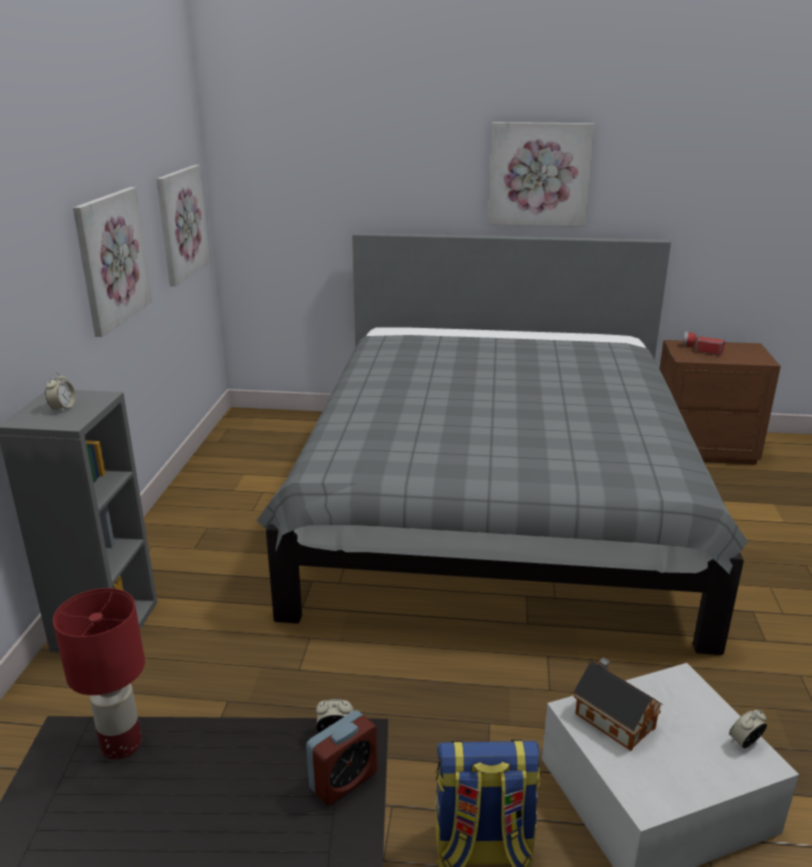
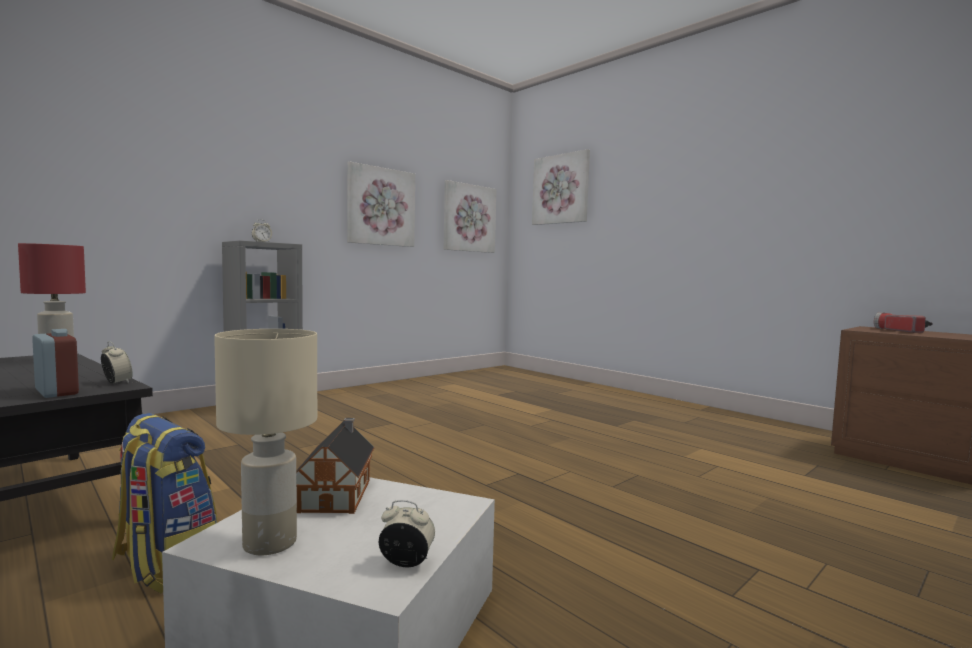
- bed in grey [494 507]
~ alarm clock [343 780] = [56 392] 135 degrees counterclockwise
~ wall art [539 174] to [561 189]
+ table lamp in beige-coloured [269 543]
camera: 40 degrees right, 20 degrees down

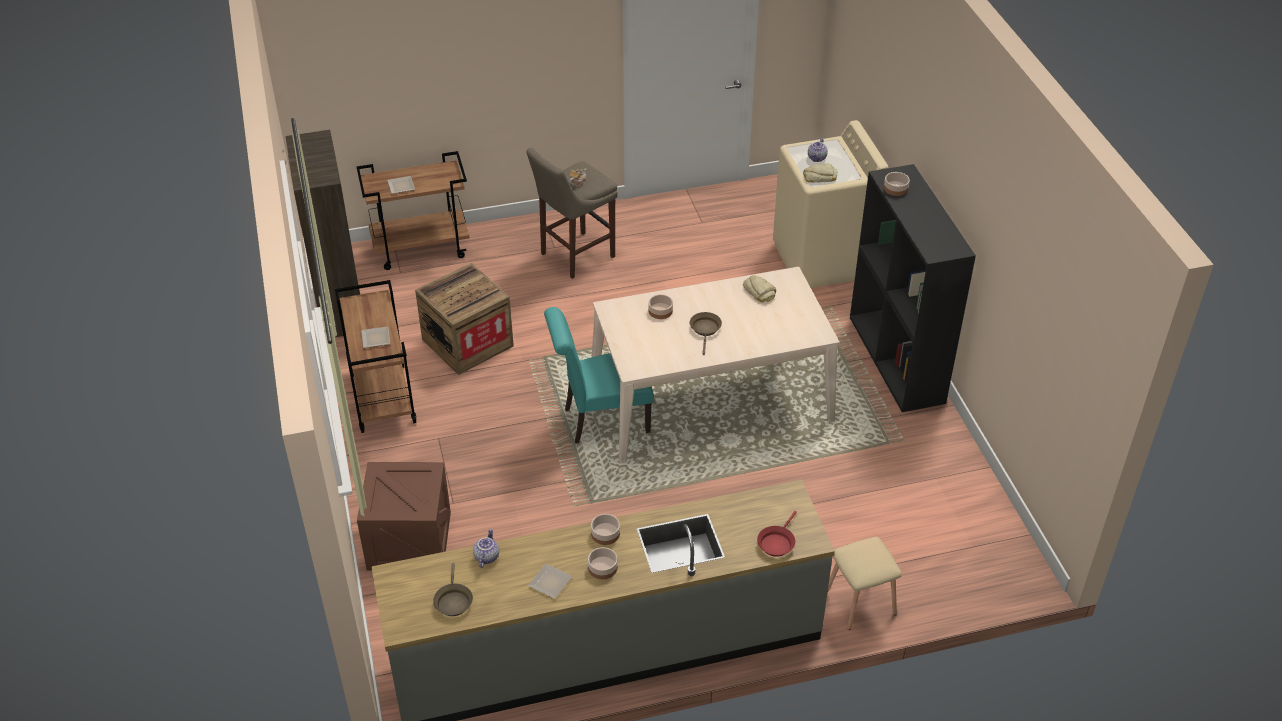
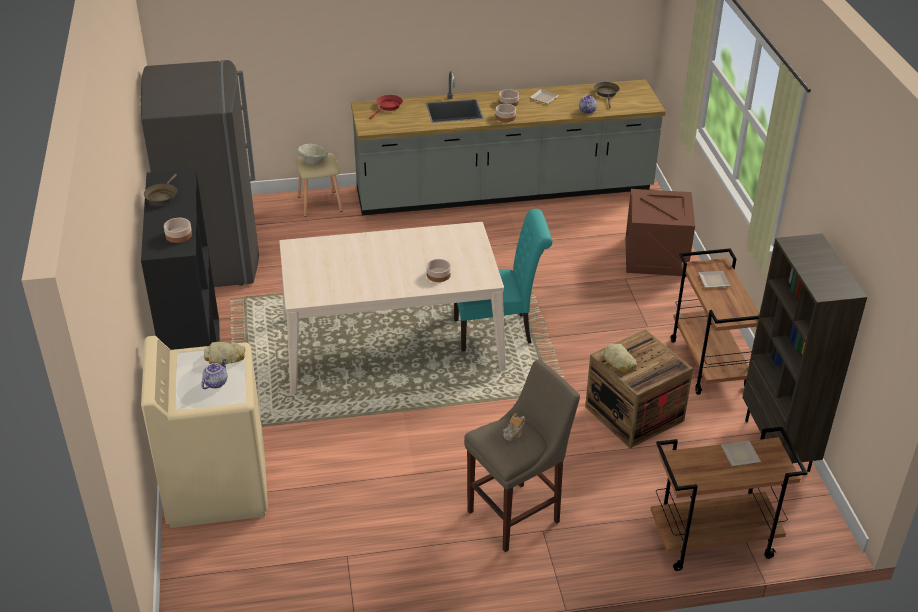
~ pan in brownish [705 330] to [162 196]
~ bread [759 292] to [619 361]
+ kitchen fridge in grey [214 258]
+ serving bowl in beige-coloured [313 162]
camera: 175 degrees left, 5 degrees down

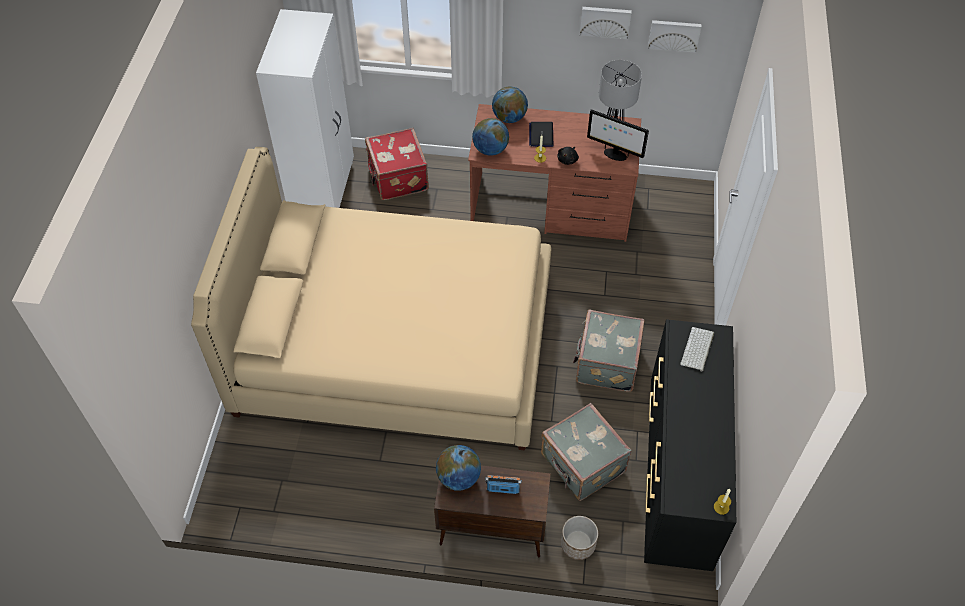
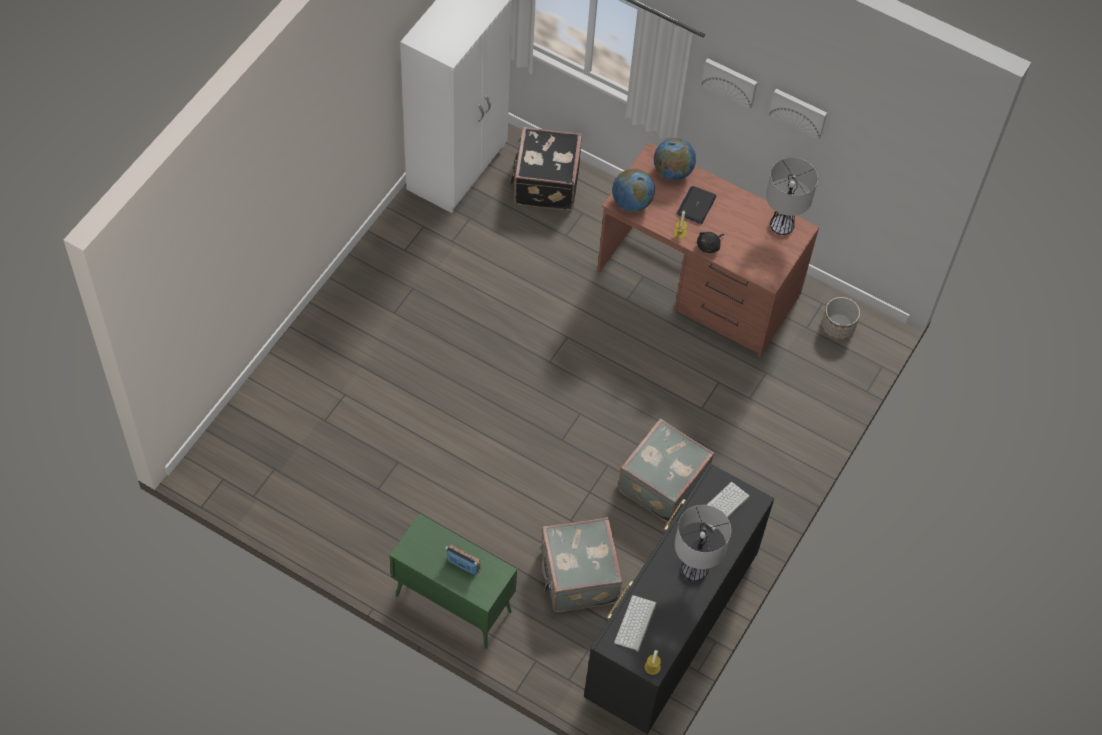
- bed in beige-coloured [396 346]
~ travel case in red-coloured [397 178] to travel case in blackish [545 183]
~ cupboard in brownish [491 530] to cupboard in green-coloured [452 603]
- world globe [458 477]
~ planter [578 544] to [838 327]
- computer display [614 154]
~ wall art [674 35] to [730 81]
+ PC keyboard [636 624]
+ table lamp [694 570]
camera: 20 degrees right, 5 degrees up

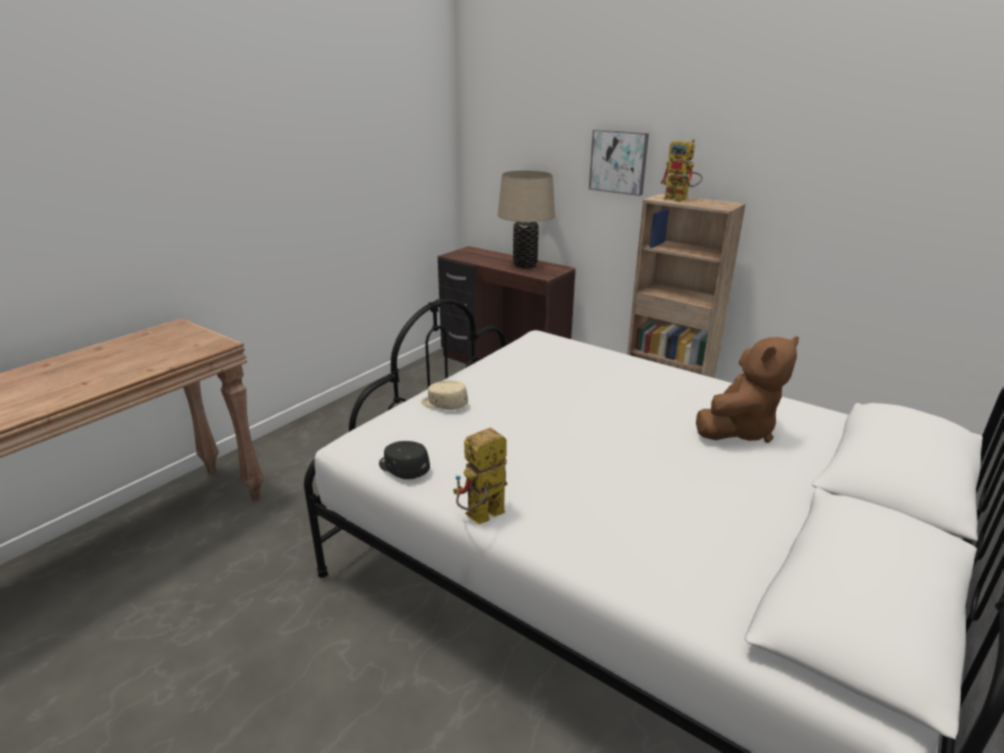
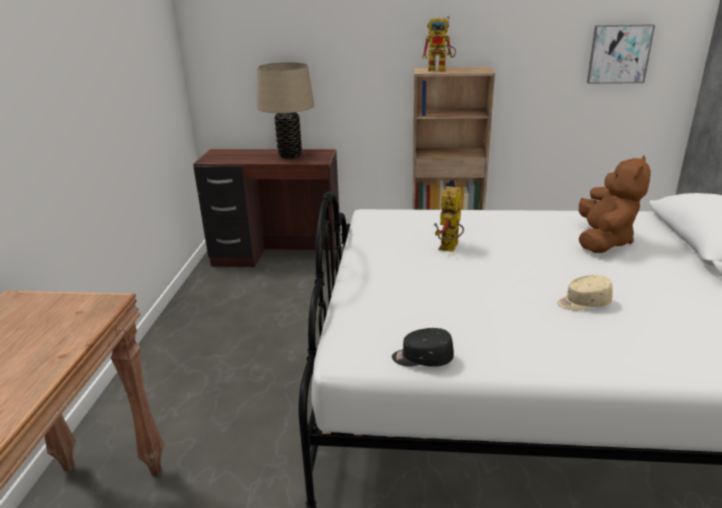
~ peaked cap in beige-coloured [444 404] to [583 303]
~ model robot [480 518] to [449 249]
~ wall art [619 162] to [619 54]
camera: 30 degrees left, 0 degrees up

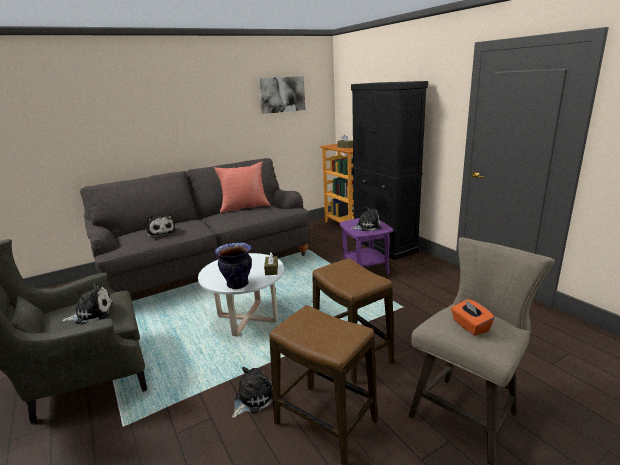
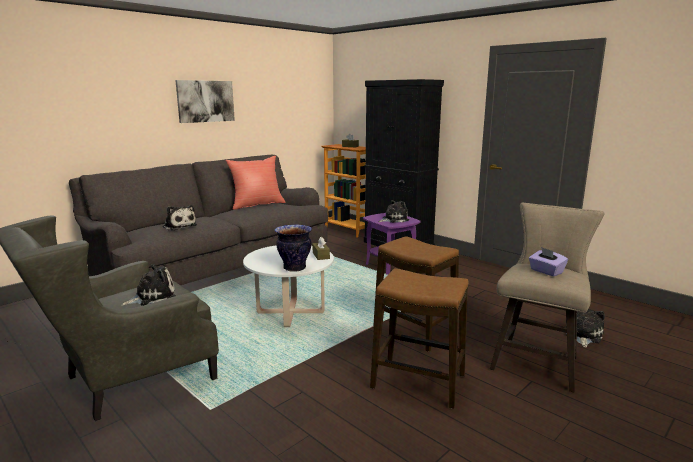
~ cuddly toy [252 399] to [582 335]
~ wall art [282 94] to [205 101]
~ tissue box in orange-coloured [470 326] to tissue box in purple [546 271]
camera: 15 degrees left, 5 degrees down

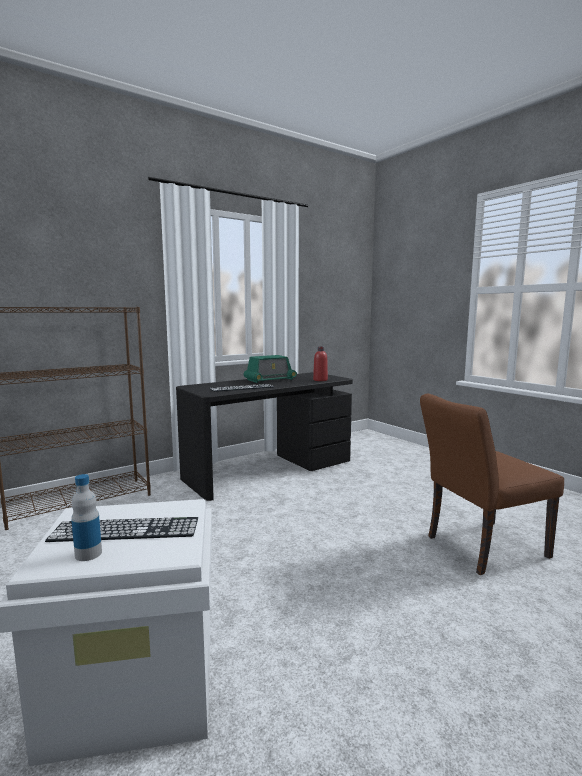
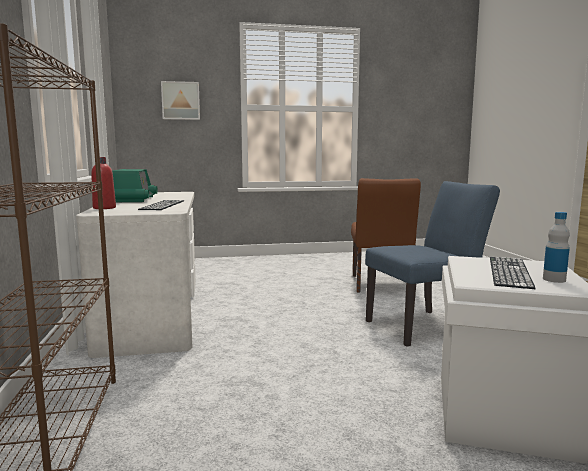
~ desk unit in blackish [269 469] to desk unit in whitish [153 311]
~ drink bottle in red-coloured [320 380] to [104 208]
+ wall art [180 101]
+ chair in blue [426 326]
camera: 65 degrees left, 0 degrees up

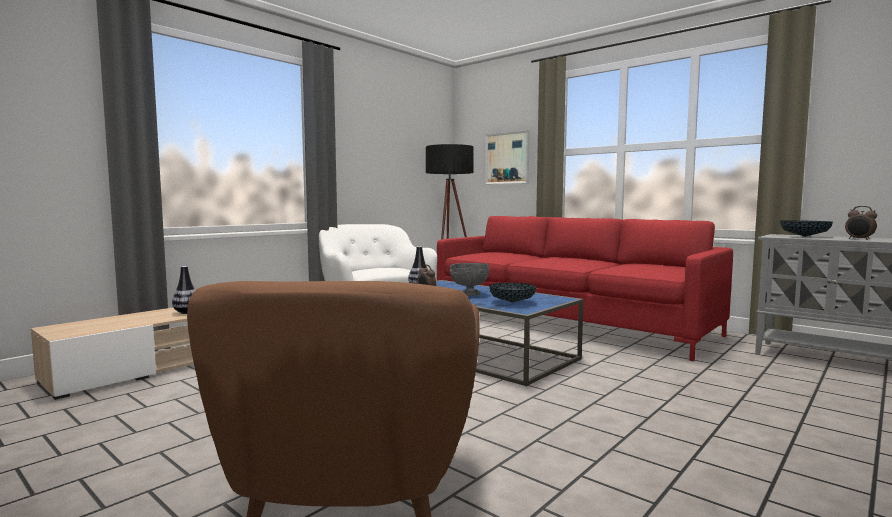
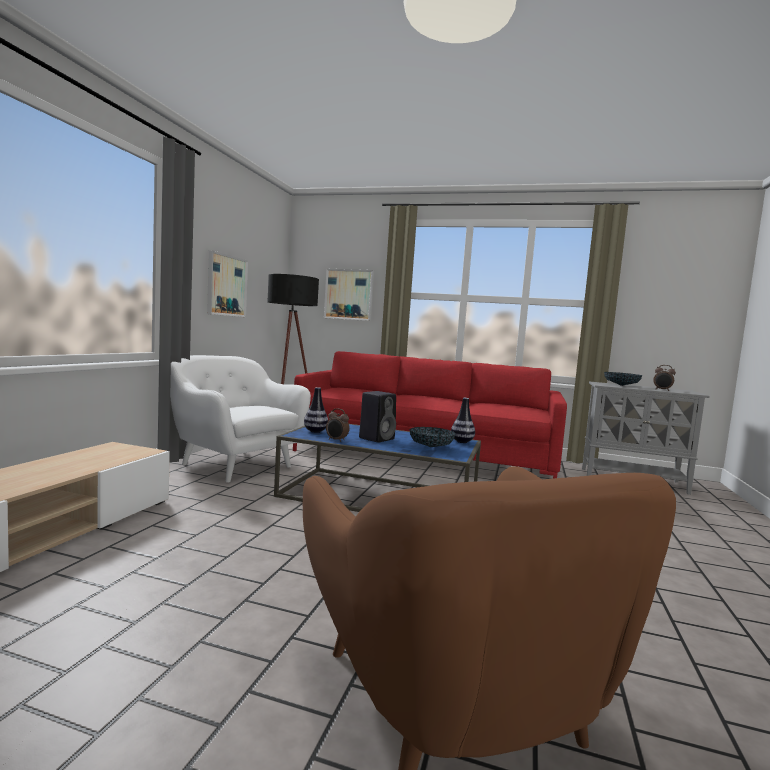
~ flower vase [186 312] to [462 442]
~ serving bowl in grey [469 294] to speaker in blackish [377 438]
+ wall art [226 285]
camera: 25 degrees left, 0 degrees up

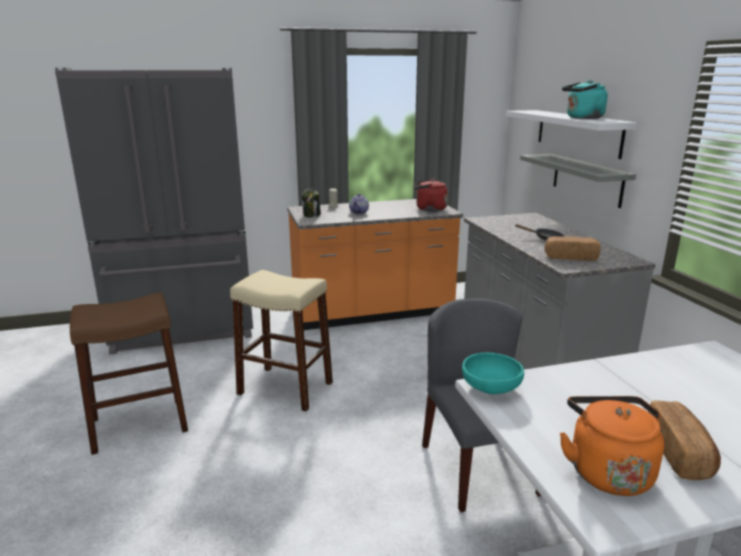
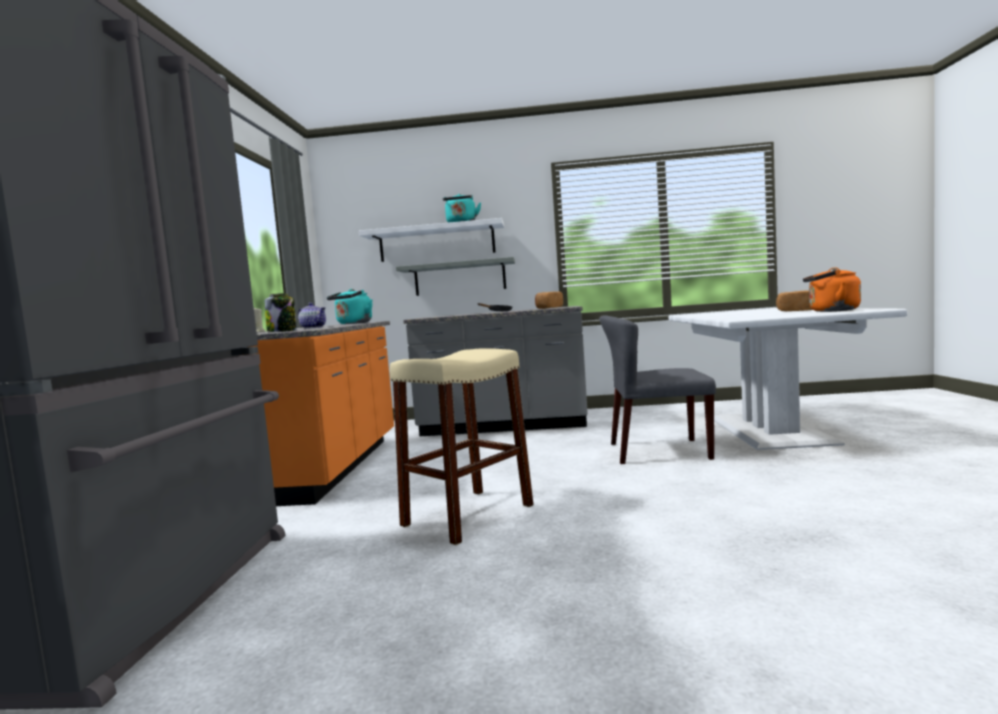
- stool seat in brownish [139 425]
~ tea kettle in red-coloured [429 209] to tea kettle in blue-green [353 323]
- serving bowl in blue-green [491 388]
camera: 70 degrees left, 15 degrees down

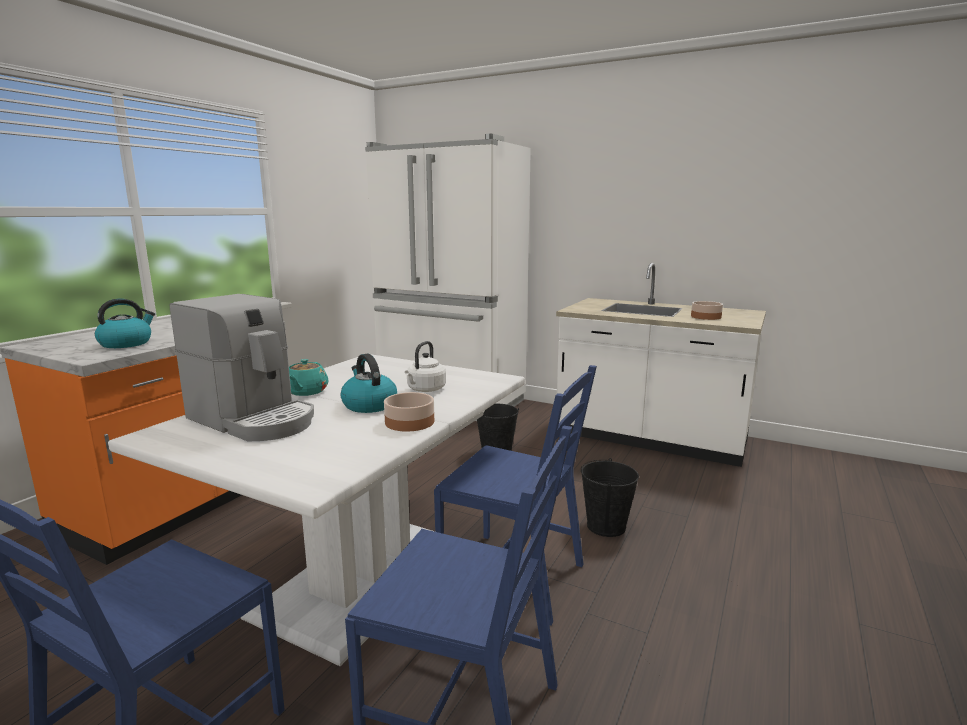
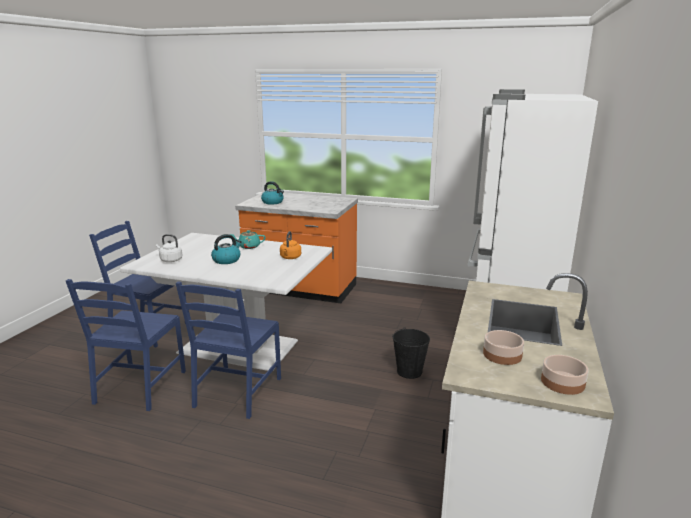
- coffee brewer [254 419]
~ serving bowl [410 422] to [563 382]
~ tea kettle in whitish [425 390] to [170 260]
- water bucket in blackish [606 526]
+ tea kettle in orange-coloured [290 258]
camera: 80 degrees right, 5 degrees up

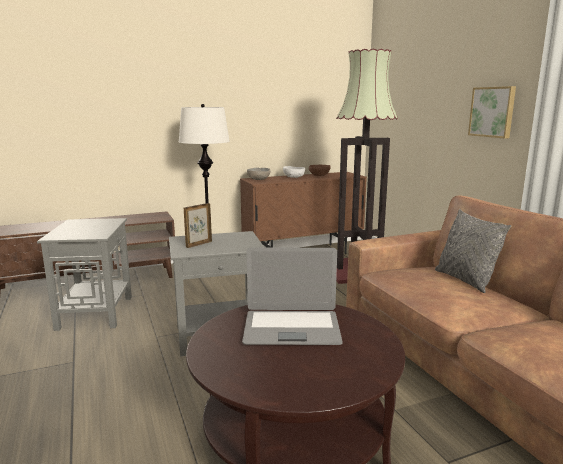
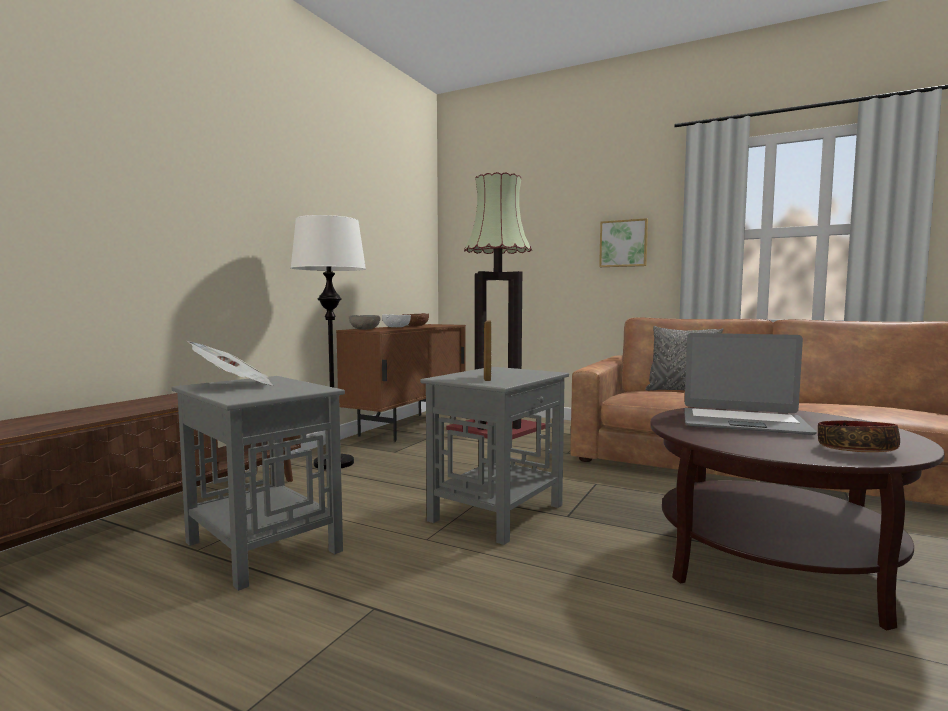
~ notebook computer [291 328] = [743 423] 60 degrees clockwise
+ daily paper [234 385]
+ serving bowl [856 450]
camera: 40 degrees left, 10 degrees down

